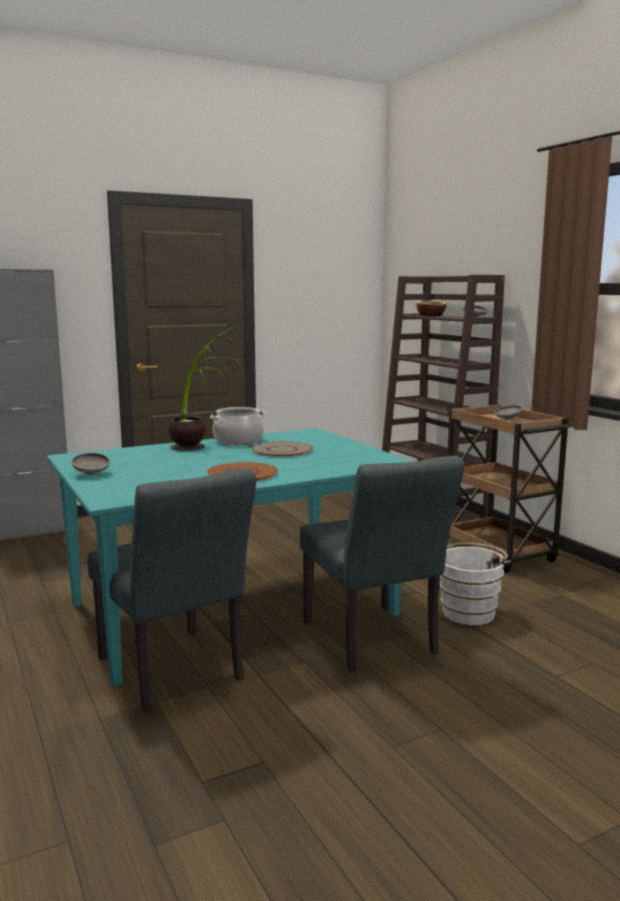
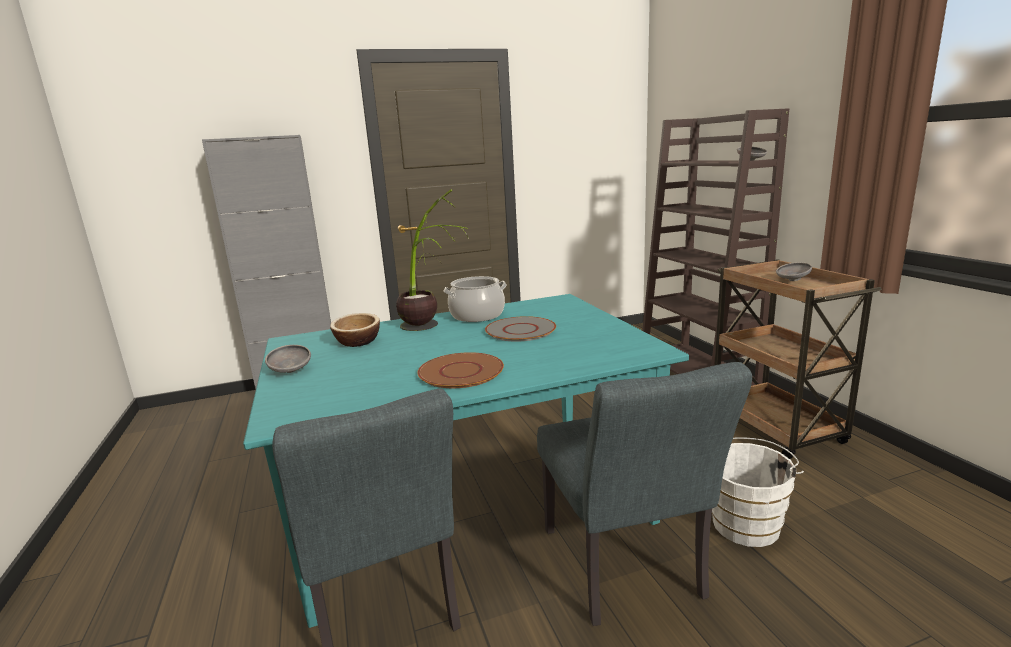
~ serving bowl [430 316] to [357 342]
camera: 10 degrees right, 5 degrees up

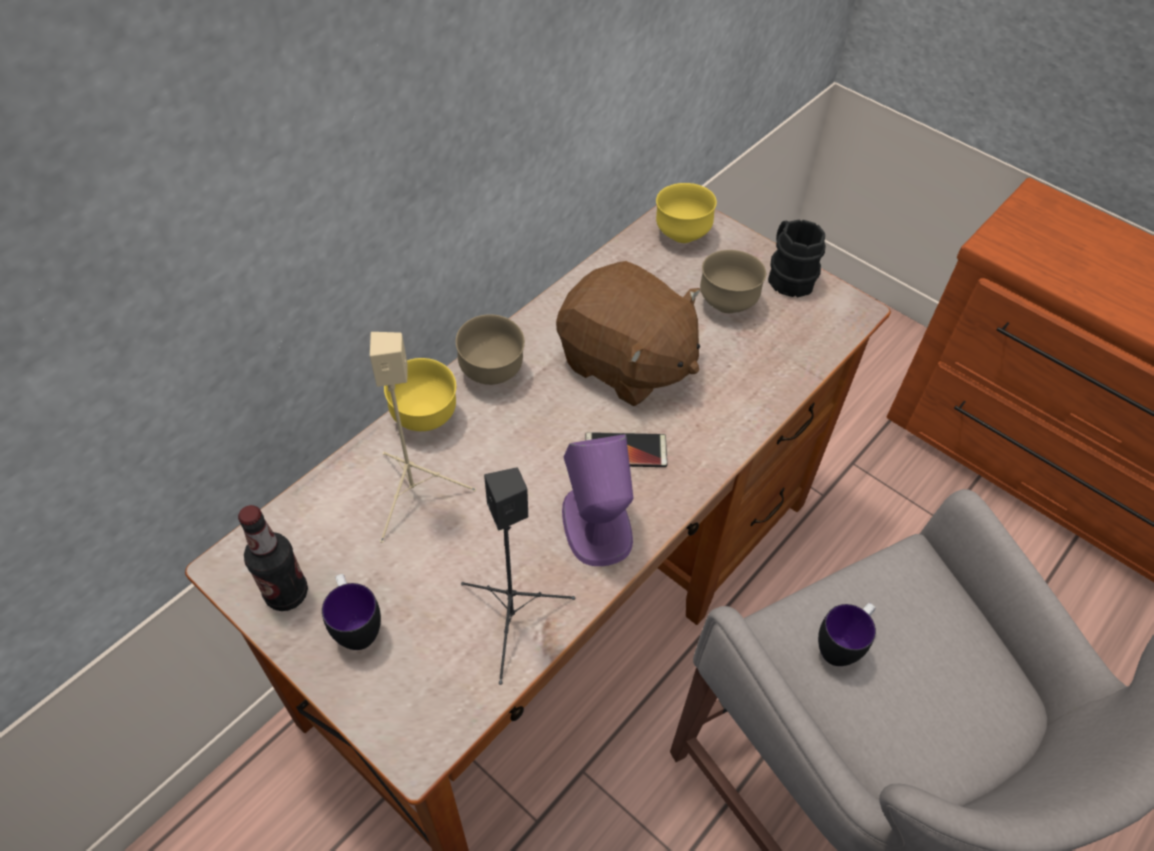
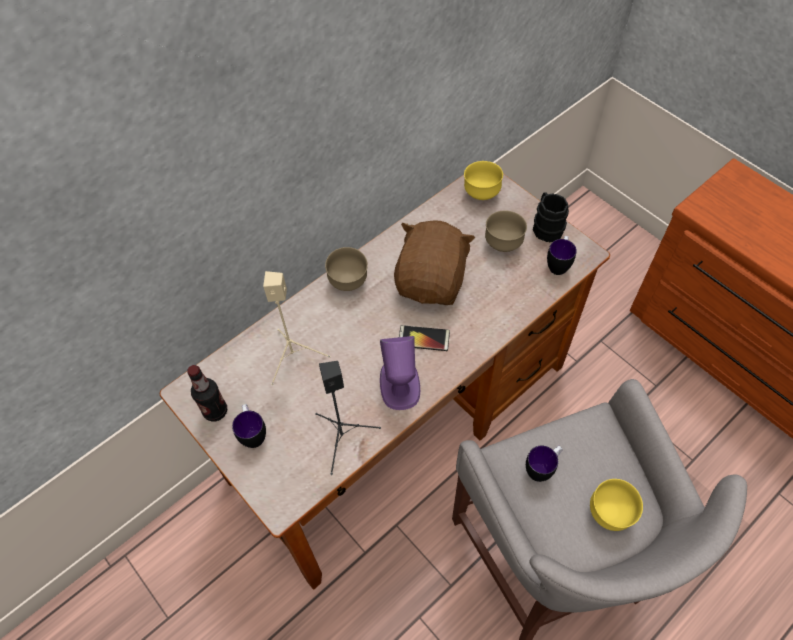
~ serving bowl in yellow [425 418] to [609 513]
~ cuddly toy in brownish [626 363] = [432 281] 120 degrees counterclockwise
+ mug [558 264]
camera: 10 degrees right, 5 degrees up

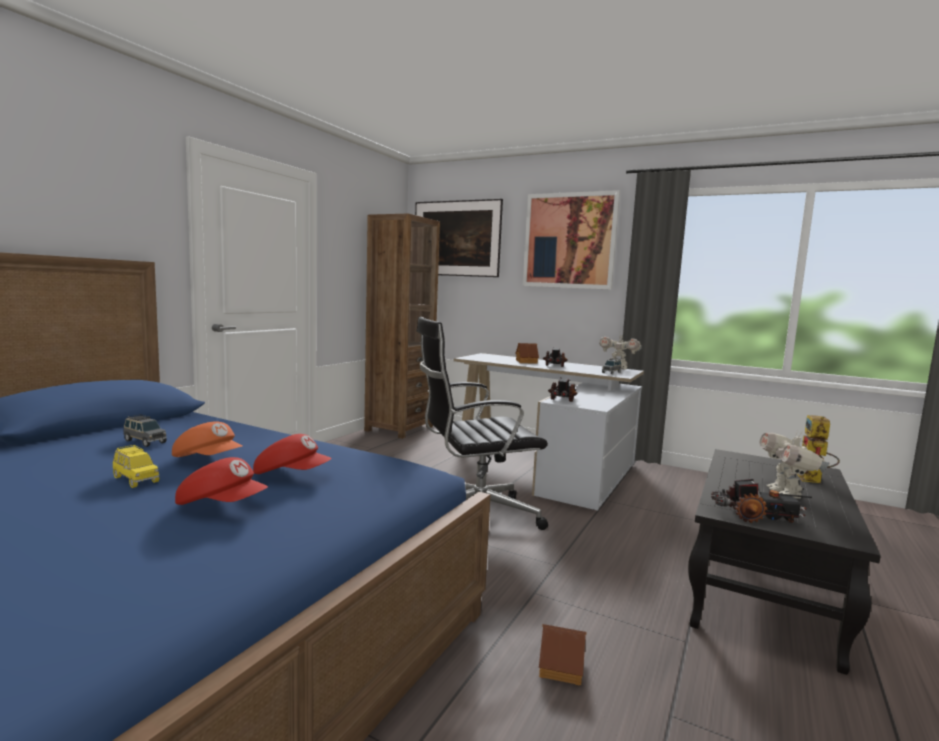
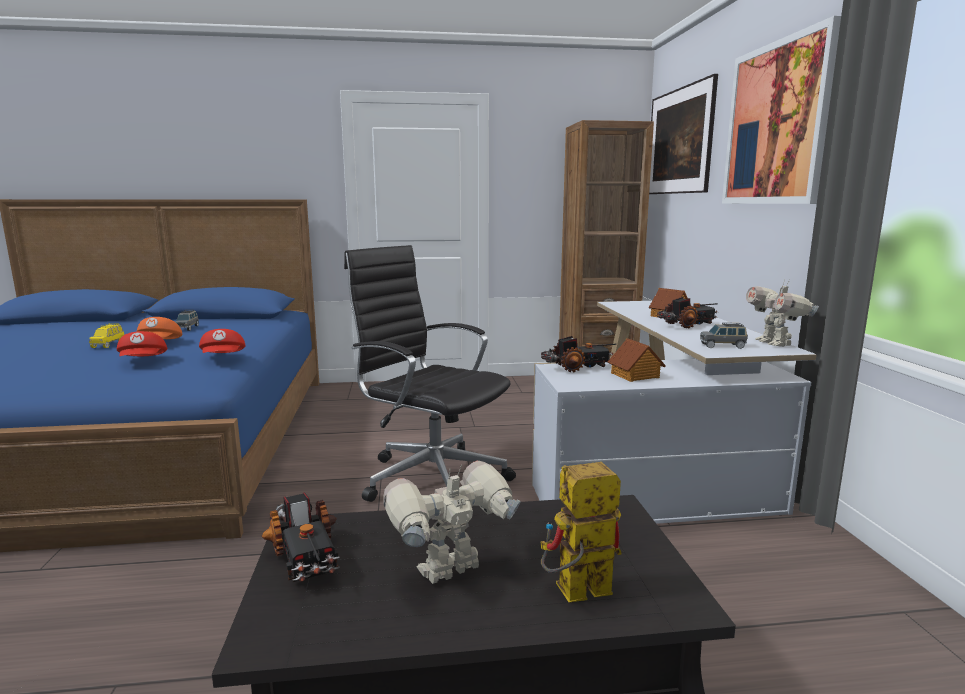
~ peaked cap in red-coloured [223 505] to [224 358]
~ miniature house [562 666] to [635 375]
camera: 55 degrees right, 5 degrees up

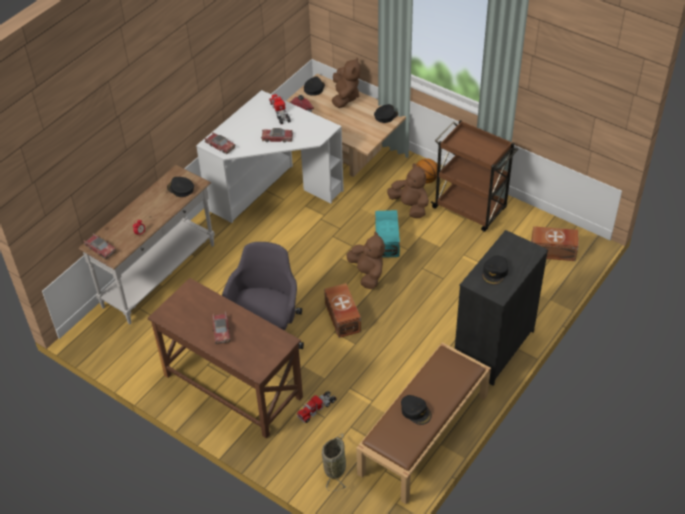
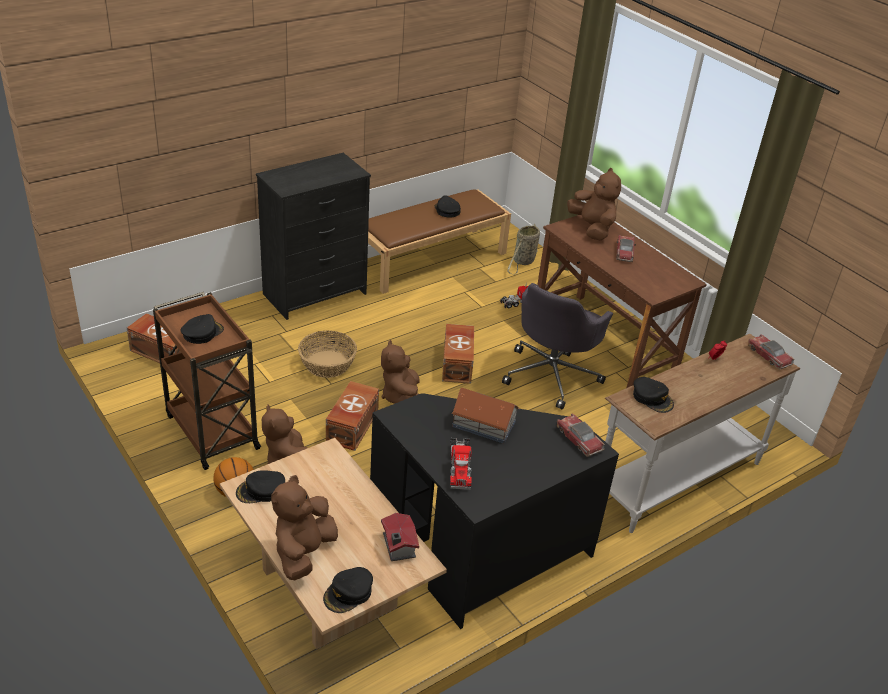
~ desk unit in whitish [273 193] to desk unit in blackish [478 550]
~ miniature car [277 138] to miniature house [483 423]
~ storage box in blue-green [387 240] to storage box in brownish [351 427]
~ peaked cap in blackish [495 272] to [202 333]
+ household basket [327 364]
+ cuddly toy in brownish [592 228]
camera: 165 degrees left, 10 degrees down

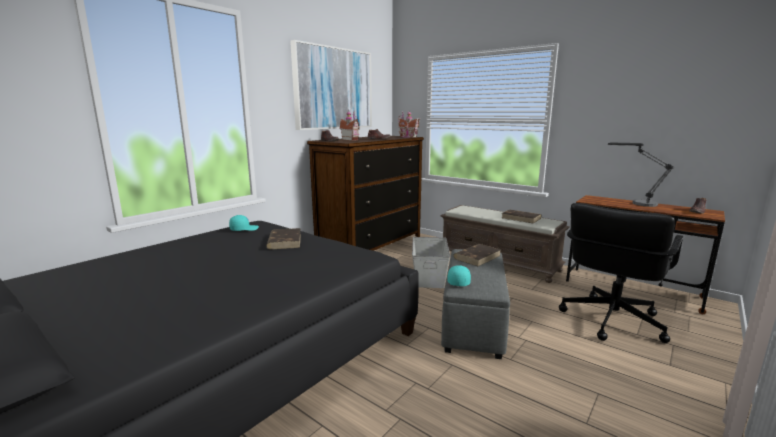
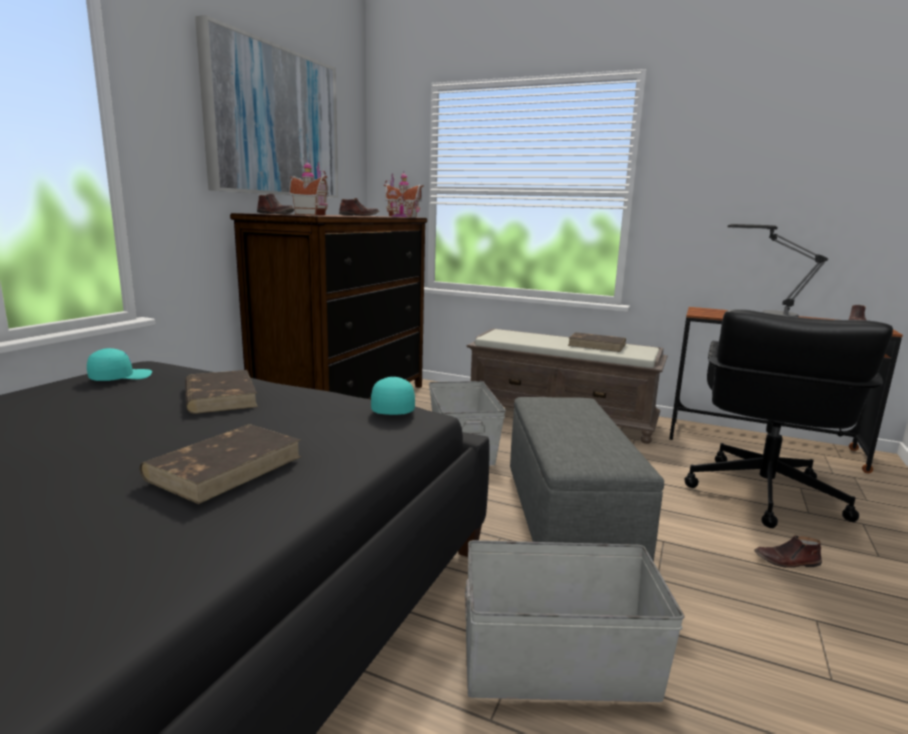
~ peaked cap in blue-green [458 281] to [392 408]
~ book in brownish [477 257] to [226 467]
+ storage box in grey [559 665]
+ item of footwear in brownish [787 561]
camera: 15 degrees left, 0 degrees up

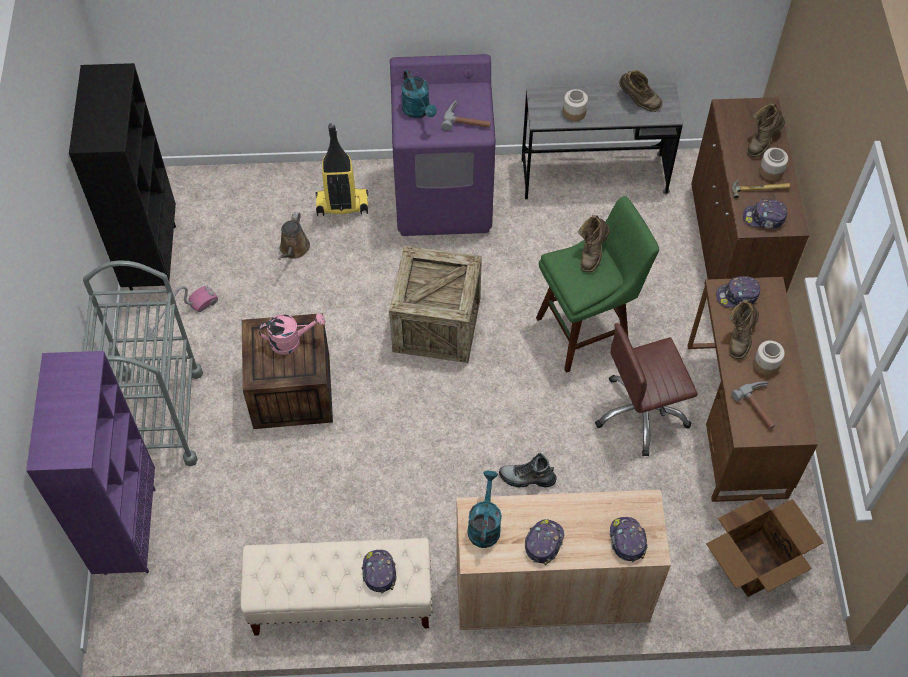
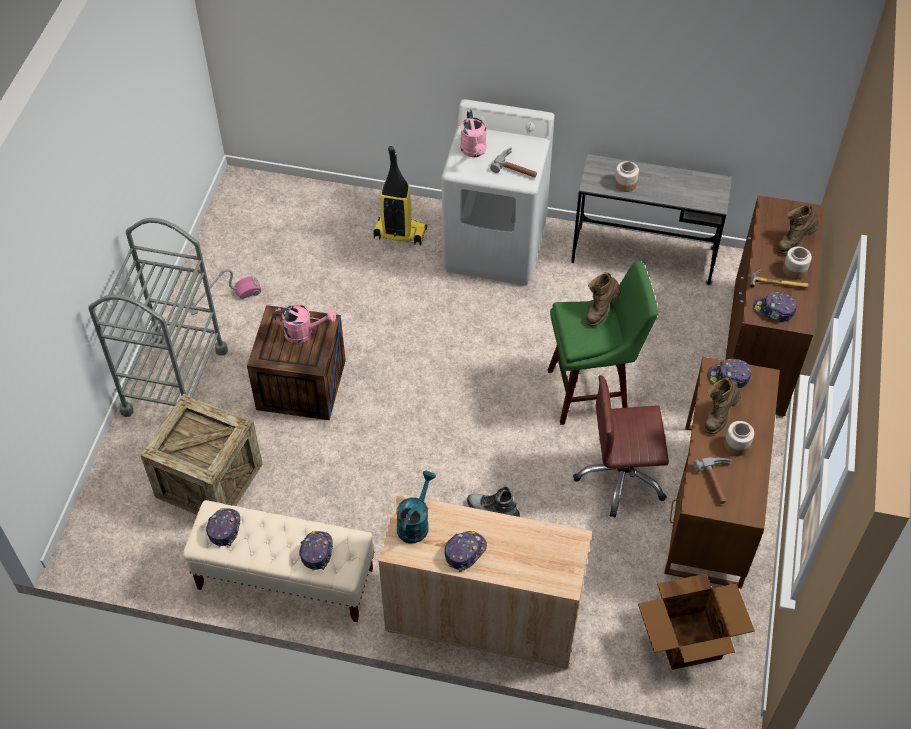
- shelving unit in purple [128 530]
- shelving unit in blackish [152 258]
- sprinkling can in brownish [294 249]
~ shipping crate [436 325] to [209 480]
~ washing machine in purple [444 198] to washing machine in whitish [495 246]
~ sprinkling can in blue-green [418 111] to sprinkling can in pinkish [474 151]
~ peaked cap [627 540] to [224 528]
- tall boot in brownish [638 101]
camera: 15 degrees right, 5 degrees down

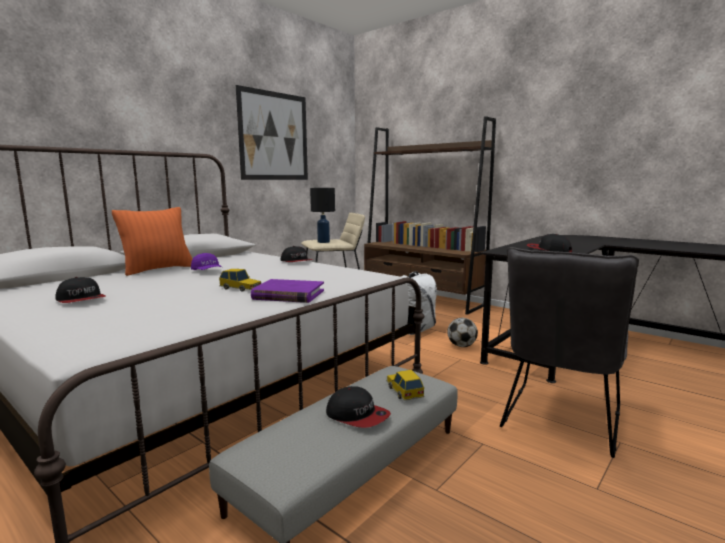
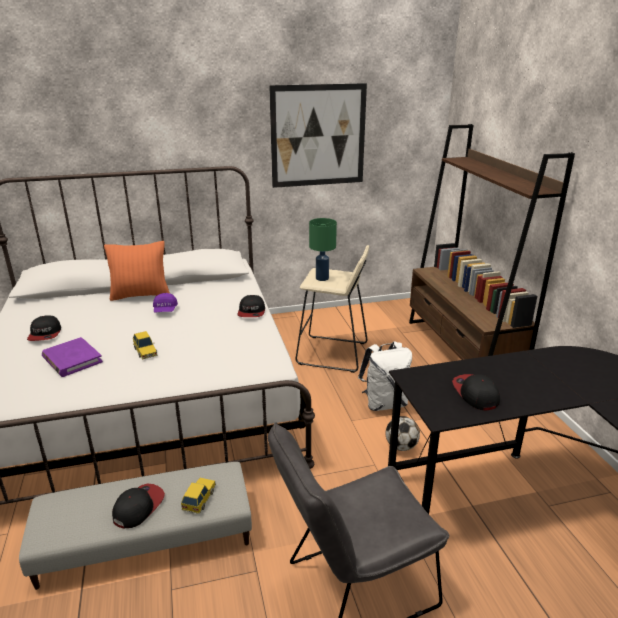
~ book in purple [288 295] to [72 360]
~ table lamp in blackish [323 242] to table lamp in green-coloured [321 278]
~ peaked cap [357 416] = [138 507] 135 degrees counterclockwise
camera: 35 degrees right, 15 degrees up

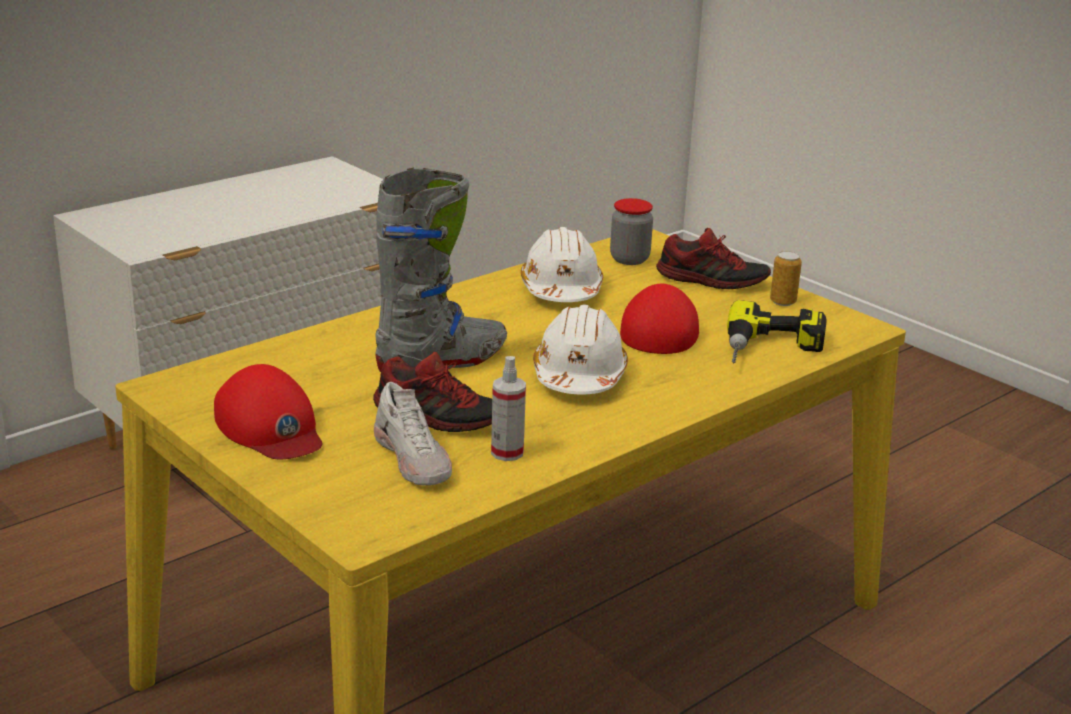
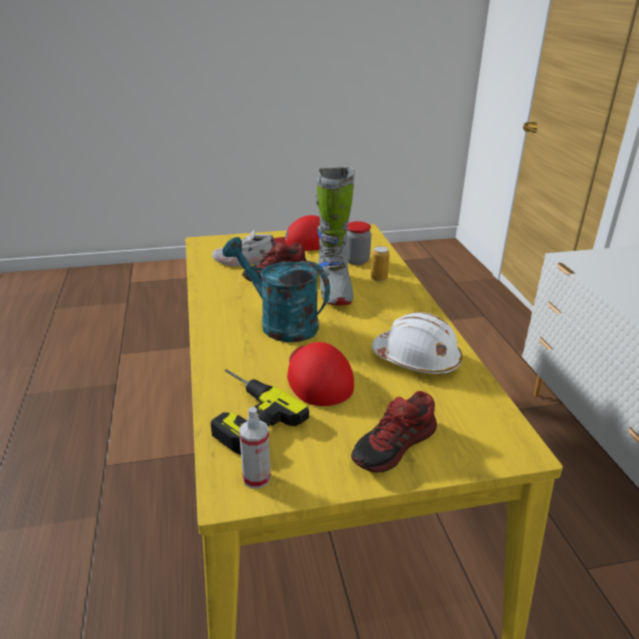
~ spray bottle [507 452] to [256 478]
~ work helmet in whitish [579 376] to sprinkling can in blue-green [280 323]
~ jar [629 259] to [356 261]
~ peaked cap in red-coloured [660 329] = [317 377] 150 degrees counterclockwise
~ can [783 302] to [379 278]
camera: 120 degrees right, 5 degrees up

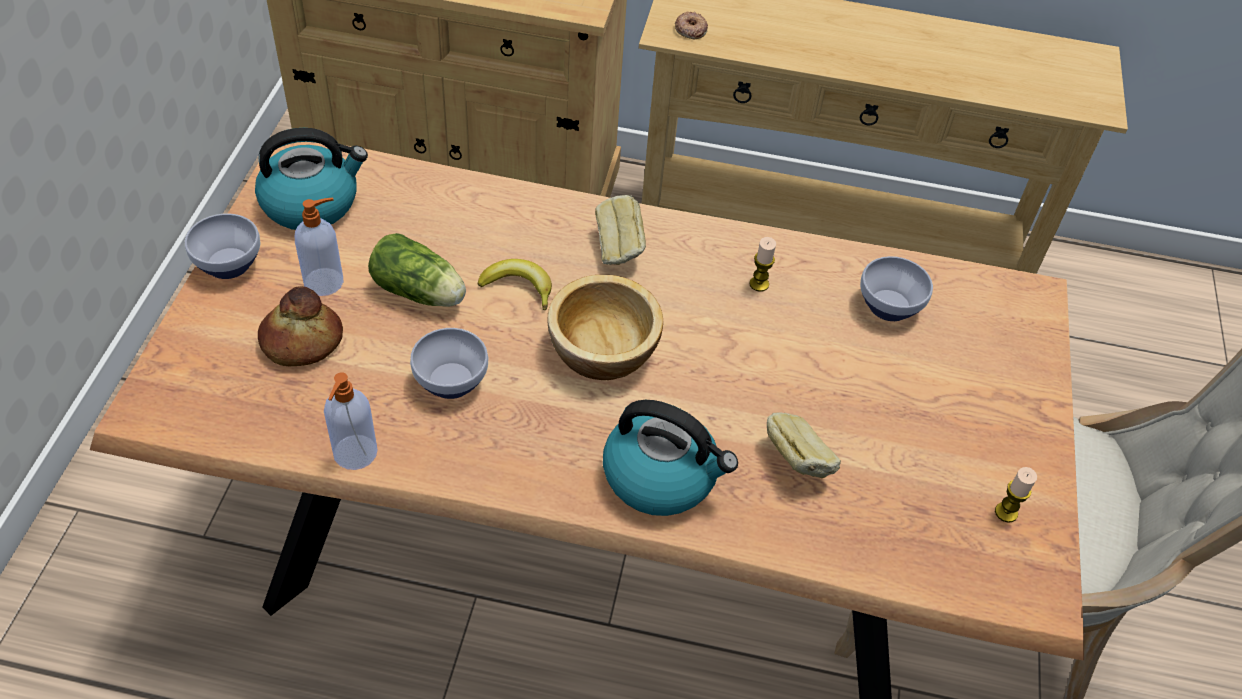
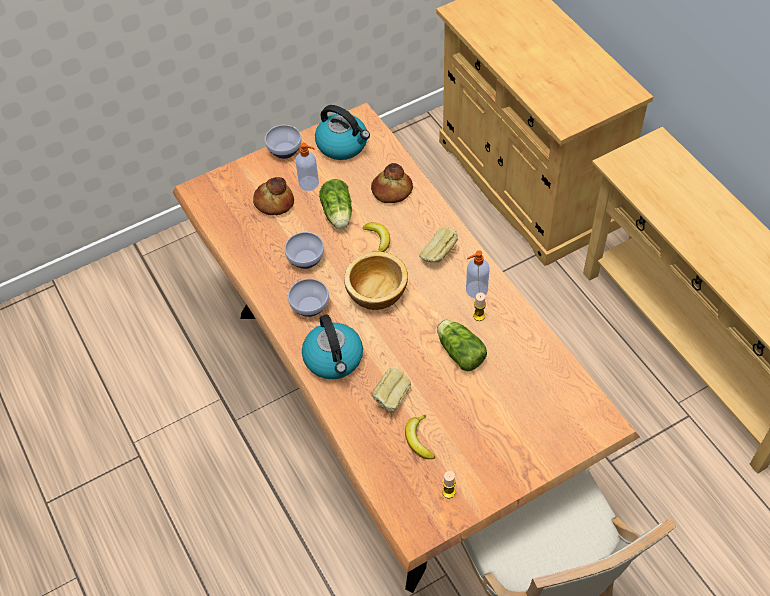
~ soap bottle [354 454] to [476 290]
- ring doughnut [690 29]
~ serving bowl [891 306] to [311 307]
+ bread [392 191]
+ banana fruit [419 440]
+ lettuce [459 351]
camera: 55 degrees right, 5 degrees up

